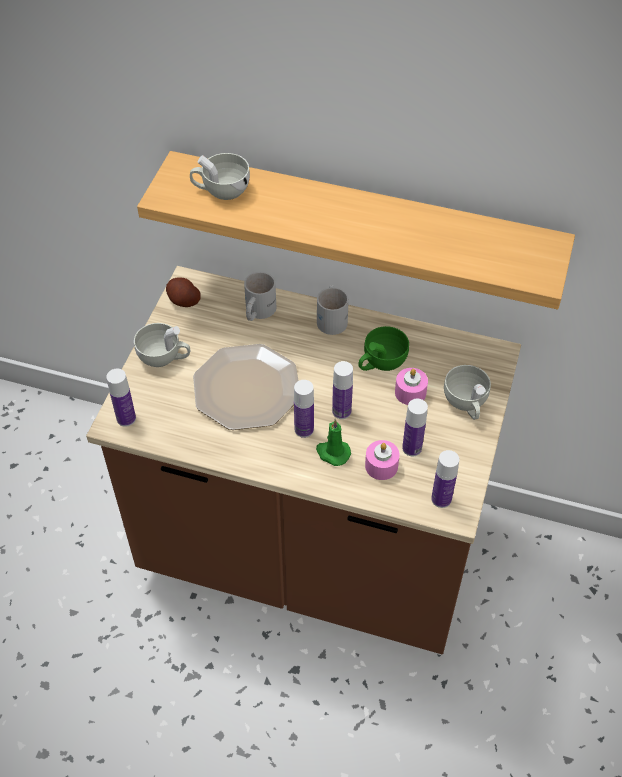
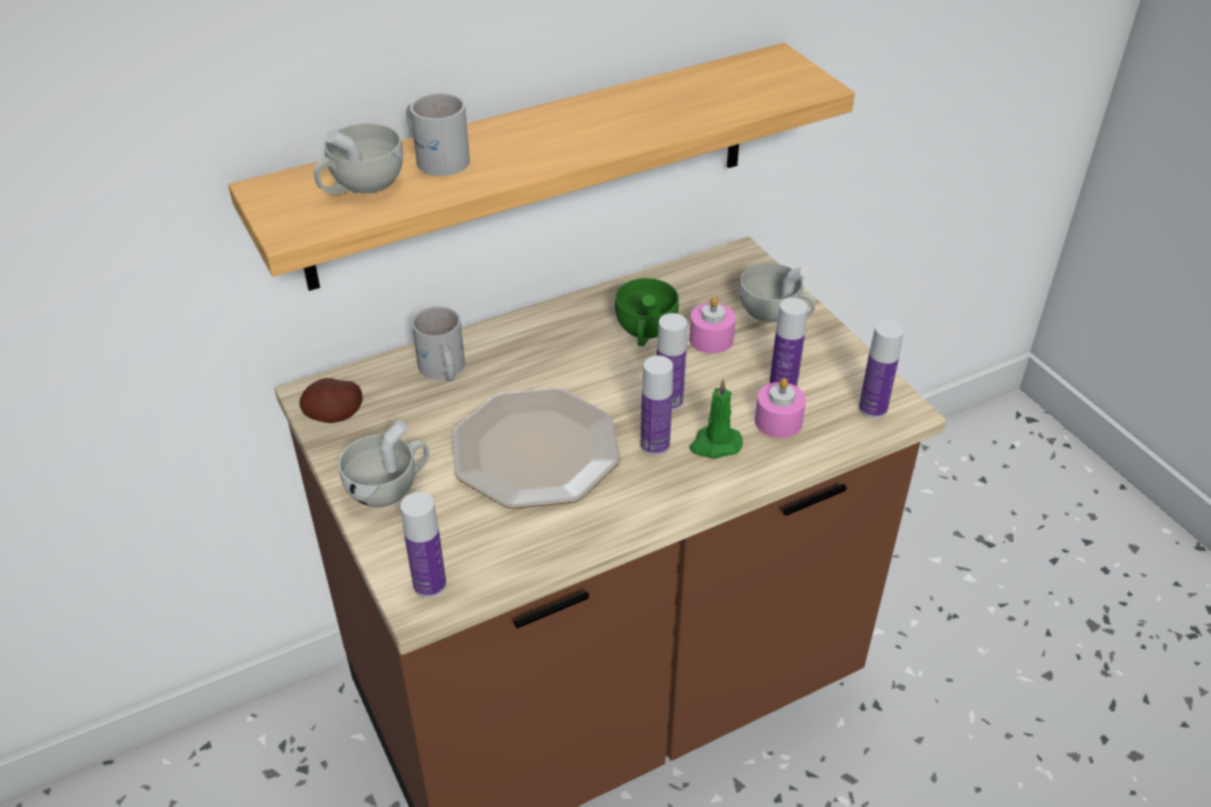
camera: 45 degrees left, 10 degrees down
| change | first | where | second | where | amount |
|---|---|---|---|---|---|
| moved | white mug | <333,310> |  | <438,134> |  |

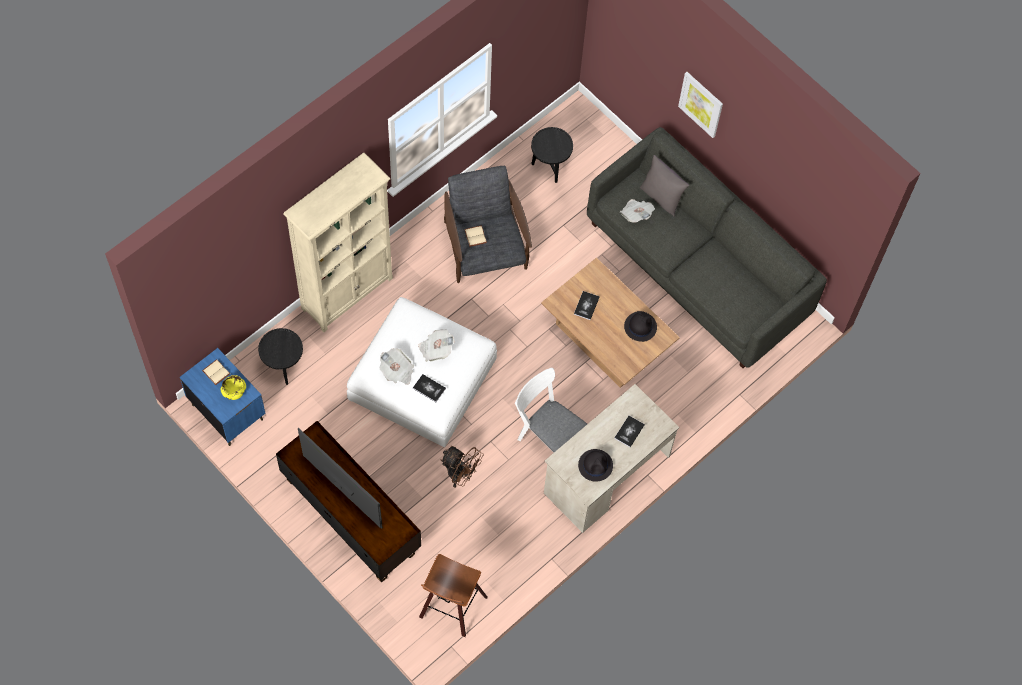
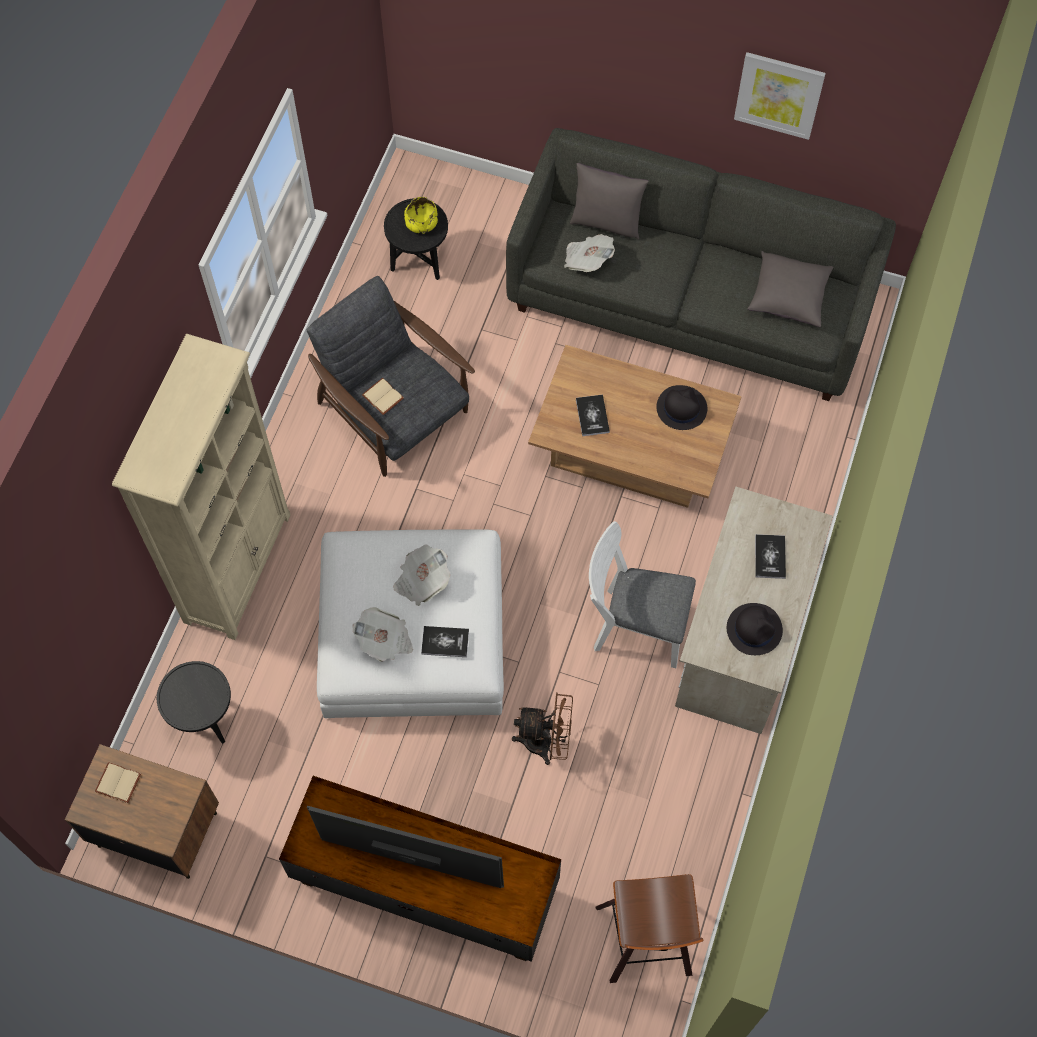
camera: 25 degrees left, 0 degrees up
| change | first | where | second | where | amount |
|---|---|---|---|---|---|
| recoloured | blue nightstand | <222,397> | brown nightstand | <142,811> |  |
| moved | yellow bowl | <233,387> |  | <421,215> |  |
| moved | picture | <700,105> |  | <780,96> |  |
| added |  |  | grey pillow | <790,289> |  |

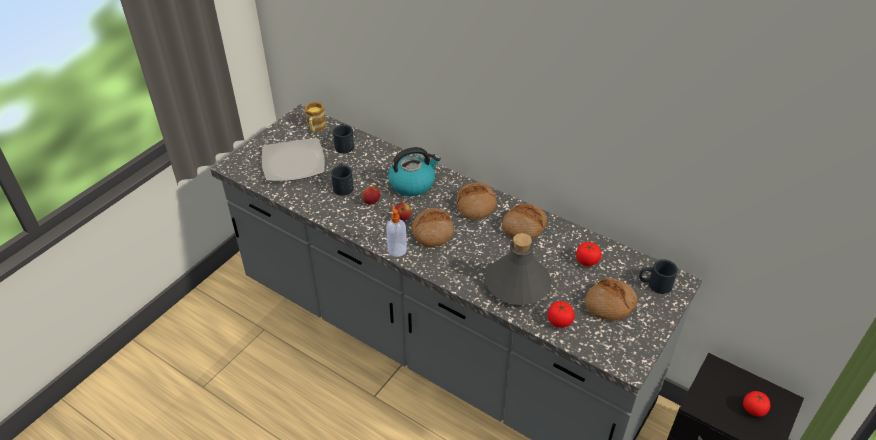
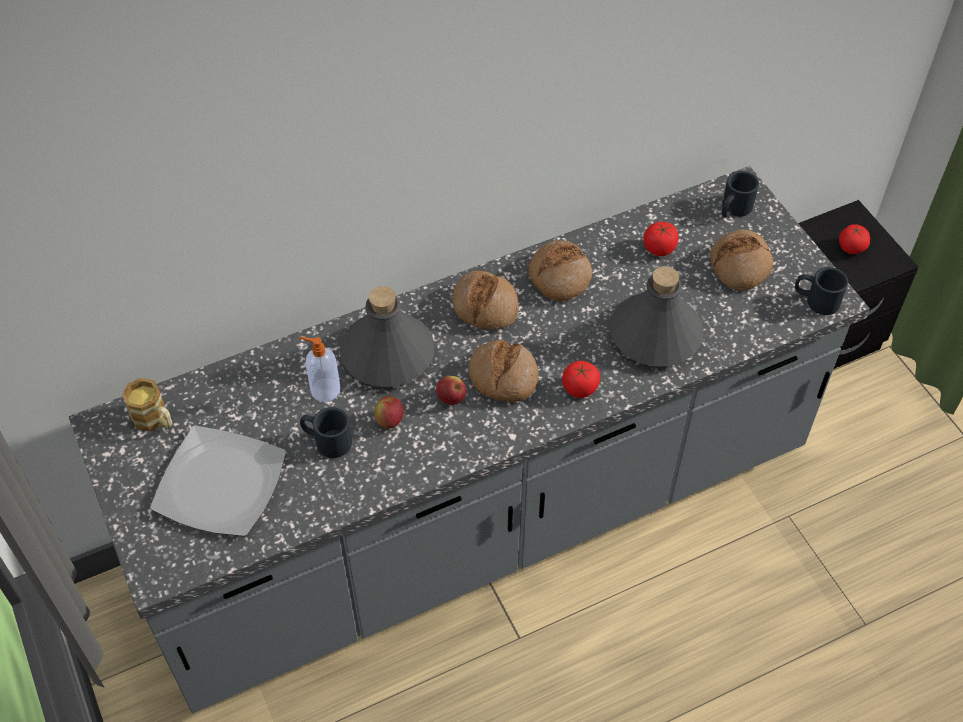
camera: 60 degrees left, 10 degrees up
| change | first | where | second | where | amount |
|---|---|---|---|---|---|
| moved | soap dispenser | <396,230> |  | <319,369> |  |
| replaced | kettle | <414,171> | grey bottle | <387,336> |  |
| moved | tomato | <561,314> |  | <581,379> |  |
| moved | black mug | <343,139> |  | <821,291> |  |

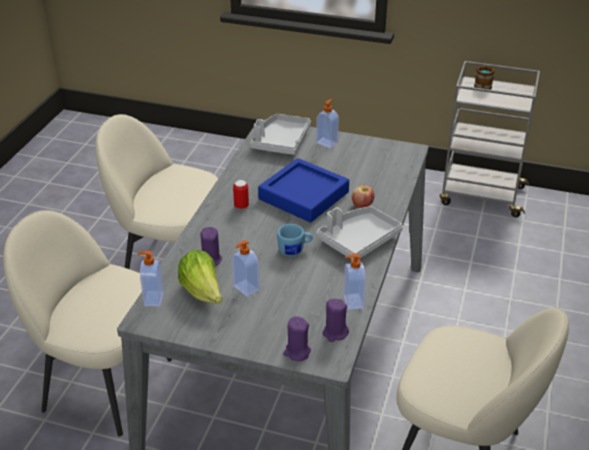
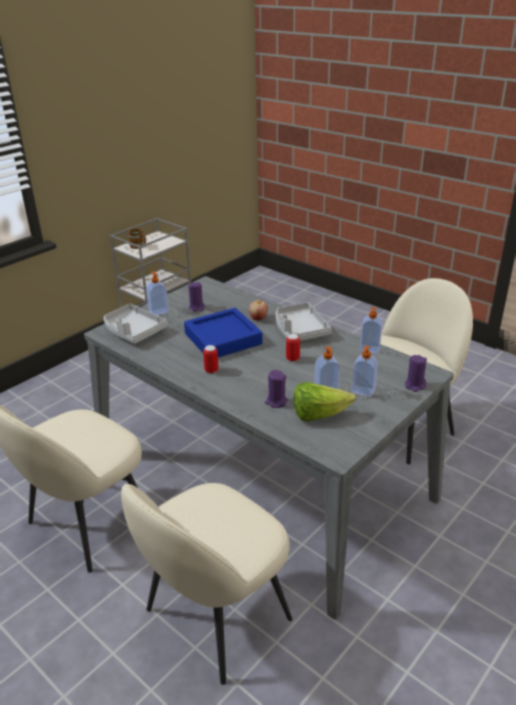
camera: 65 degrees left, 5 degrees down
| change | first | where | second | where | amount |
|---|---|---|---|---|---|
| moved | purple candle | <336,320> |  | <196,297> |  |
| replaced | blue mug | <295,240> | can | <293,348> |  |
| moved | soap dispenser | <150,278> |  | <364,371> |  |

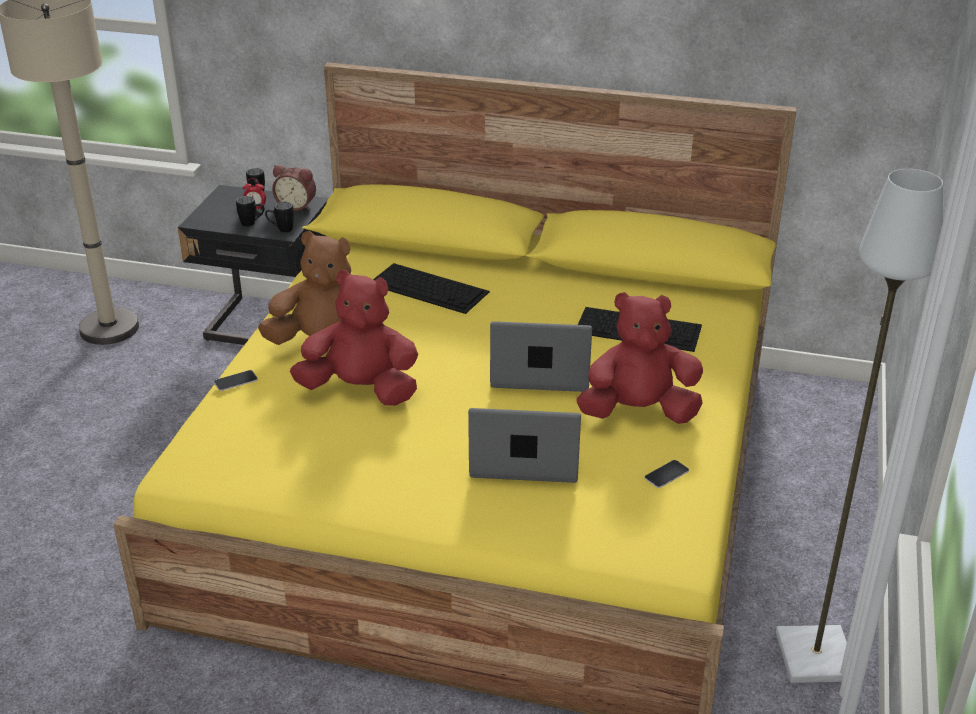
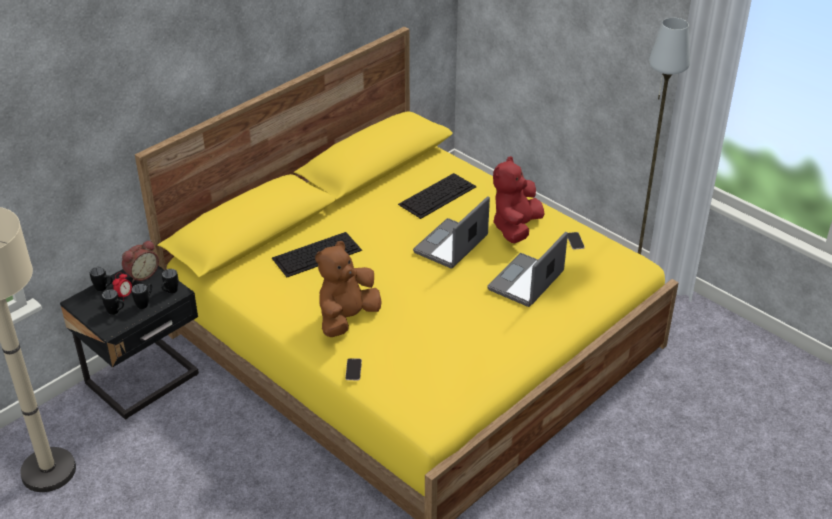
camera: 60 degrees left, 5 degrees up
| change | first | where | second | where | amount |
|---|---|---|---|---|---|
| added |  |  | black mug | <113,302> |  |
| removed | red plush toy | <354,338> |  |  |  |

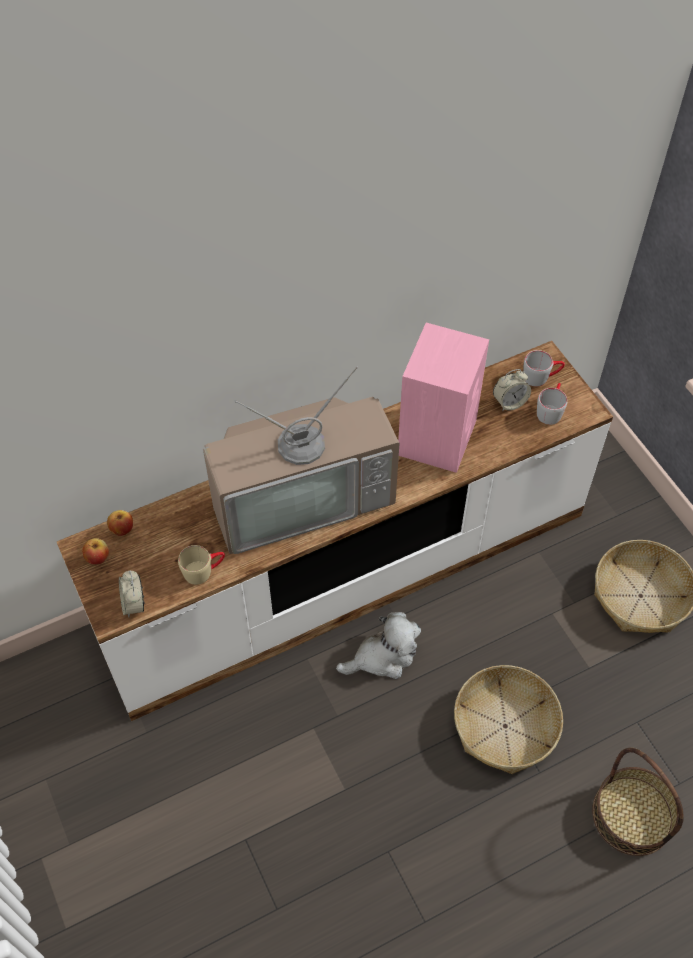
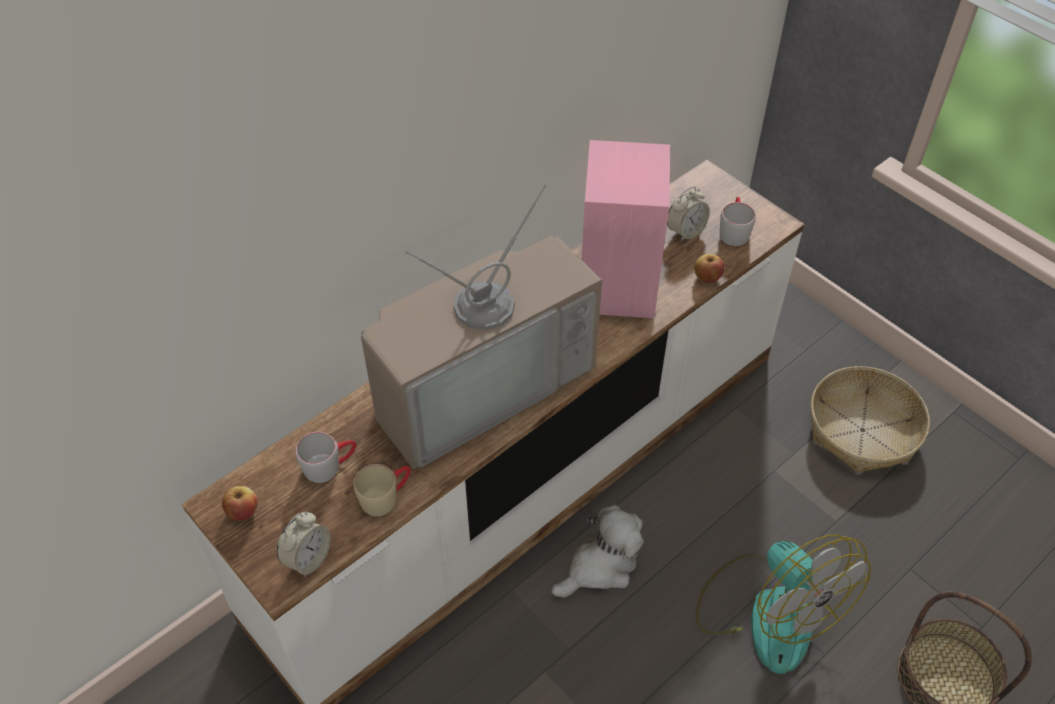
camera: 15 degrees left, 5 degrees down
| change | first | where | second | where | amount |
|---|---|---|---|---|---|
| turned | alarm clock | <132,594> |  | <304,544> | 120 degrees counterclockwise |
| moved | grey mug | <544,368> |  | <325,457> |  |
| moved | apple | <120,523> |  | <709,268> |  |
| replaced | basket | <508,719> | fan | <783,604> |  |

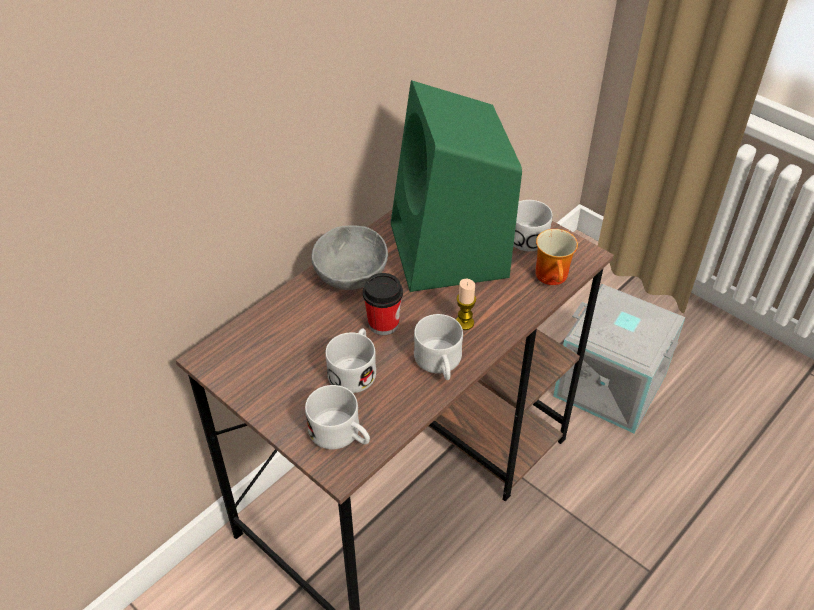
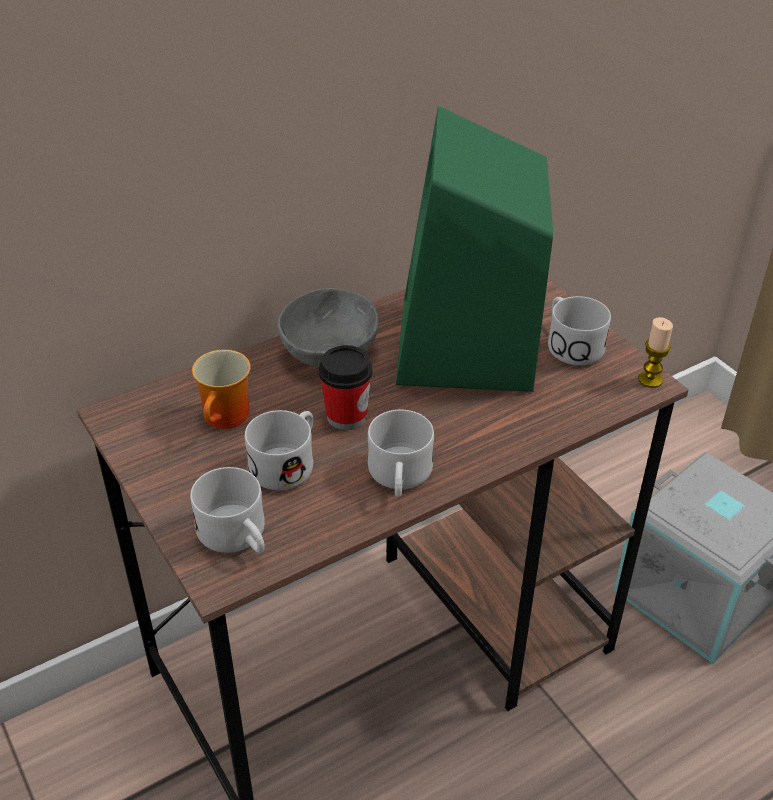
camera: 15 degrees right, 5 degrees down
| change | first | where | second | where | amount |
|---|---|---|---|---|---|
| moved | mug | <556,257> |  | <221,389> |  |
| moved | candle | <466,304> |  | <655,352> |  |

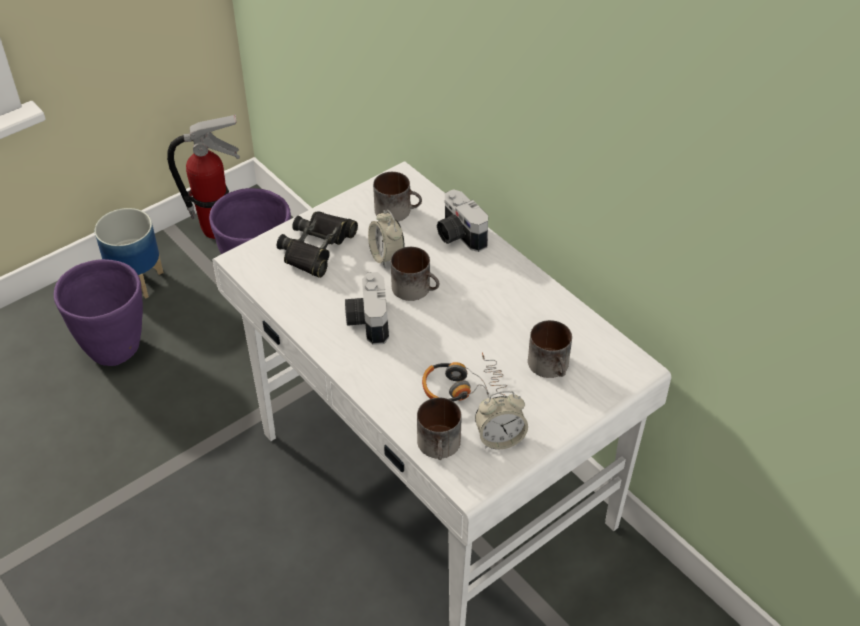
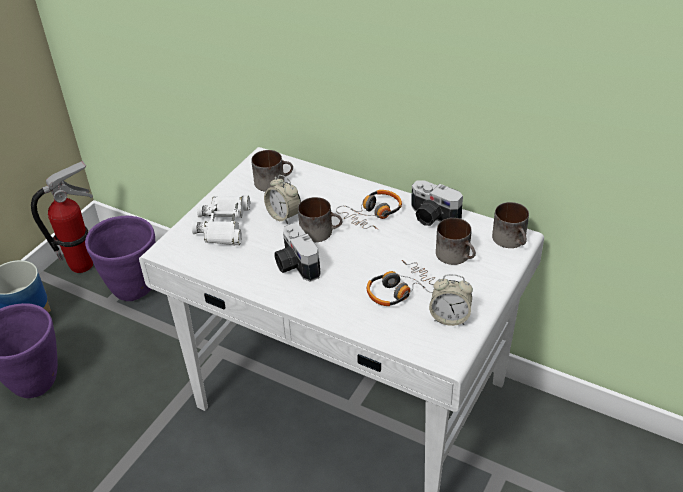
camera: 20 degrees left, 5 degrees down
| change | first | where | second | where | amount |
|---|---|---|---|---|---|
| recoloured | black binoculars | <317,245> | white binoculars | <221,220> |  |
| added |  |  | headphones | <369,209> |  |
| moved | photo camera | <462,220> |  | <437,203> |  |
| turned | alarm clock | <501,420> |  | <451,300> | 45 degrees clockwise |
| moved | mug | <439,428> |  | <510,225> |  |

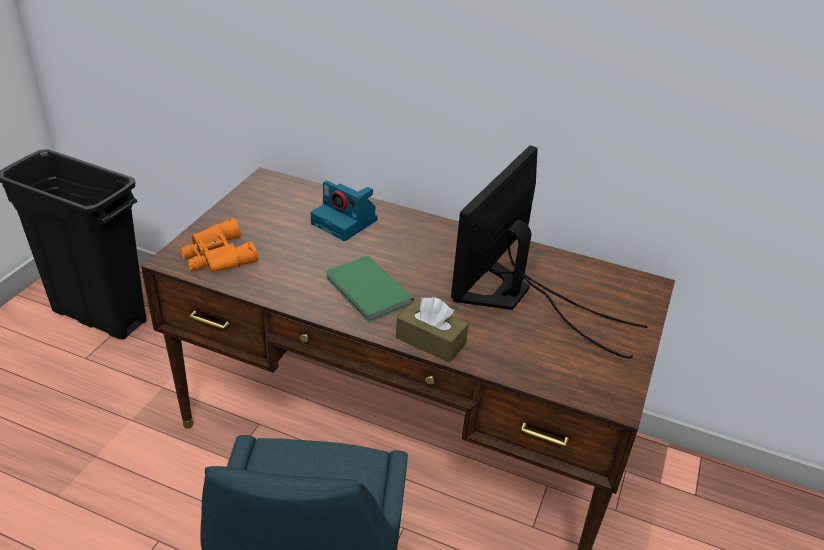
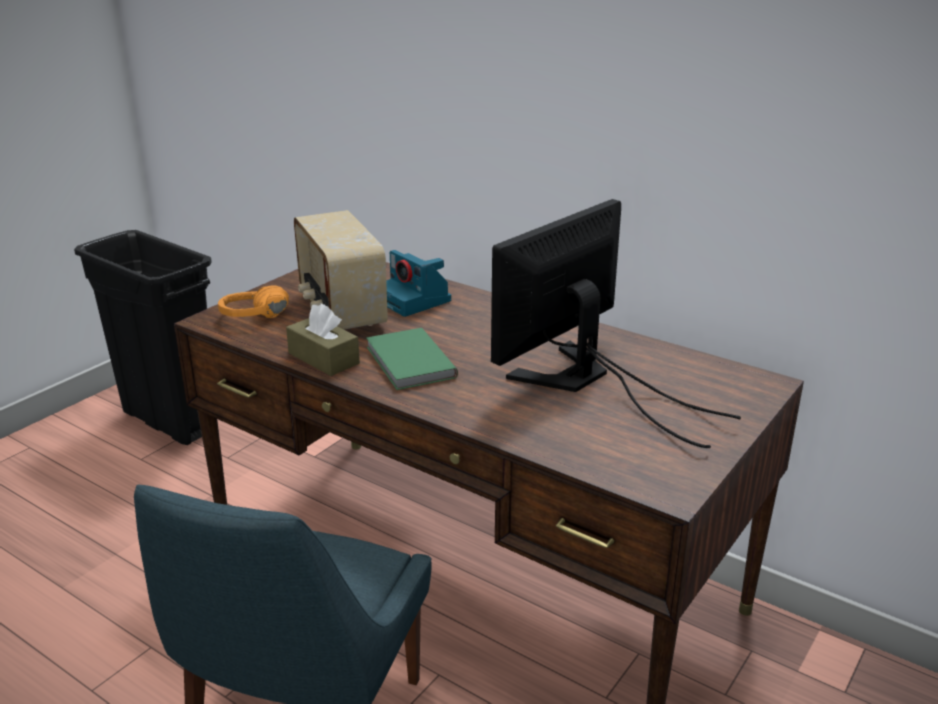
camera: 15 degrees right, 10 degrees down
| change | first | where | second | where | amount |
|---|---|---|---|---|---|
| replaced | orange binoculars | <219,245> | orange headphones | <253,302> |  |
| moved | brown tissue box | <432,330> |  | <323,339> |  |
| added |  |  | radio | <341,270> |  |

